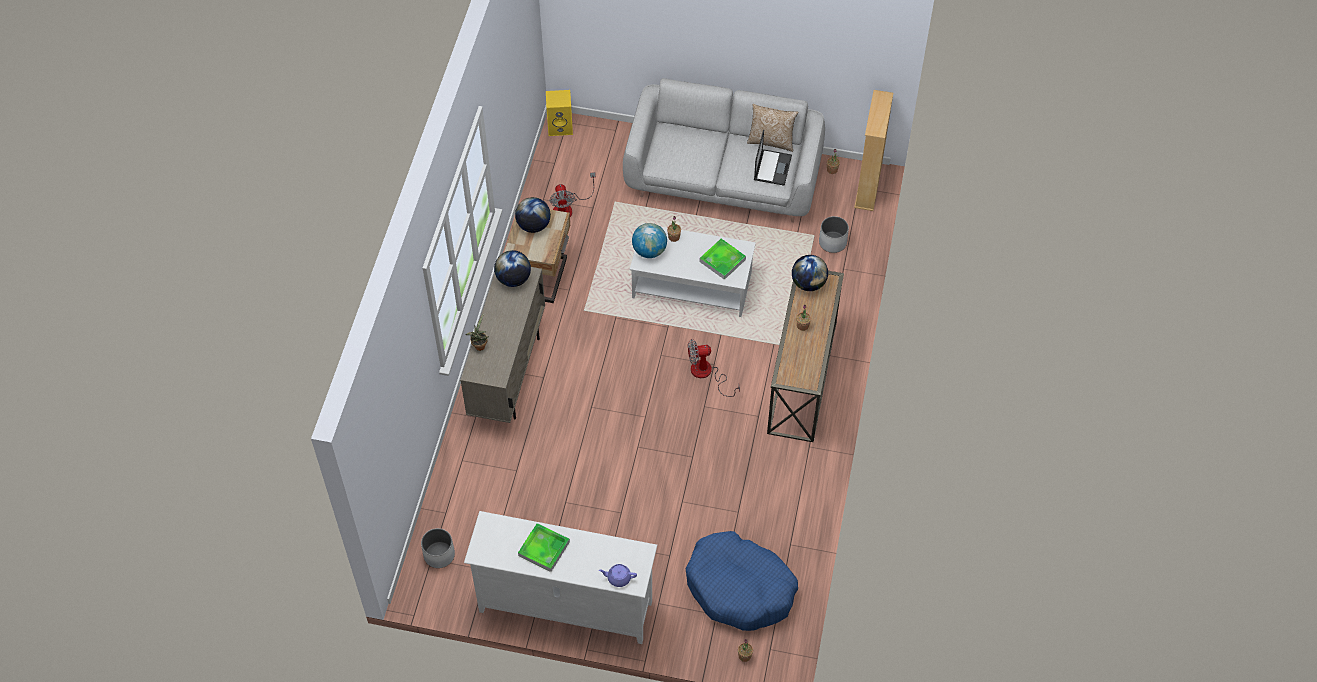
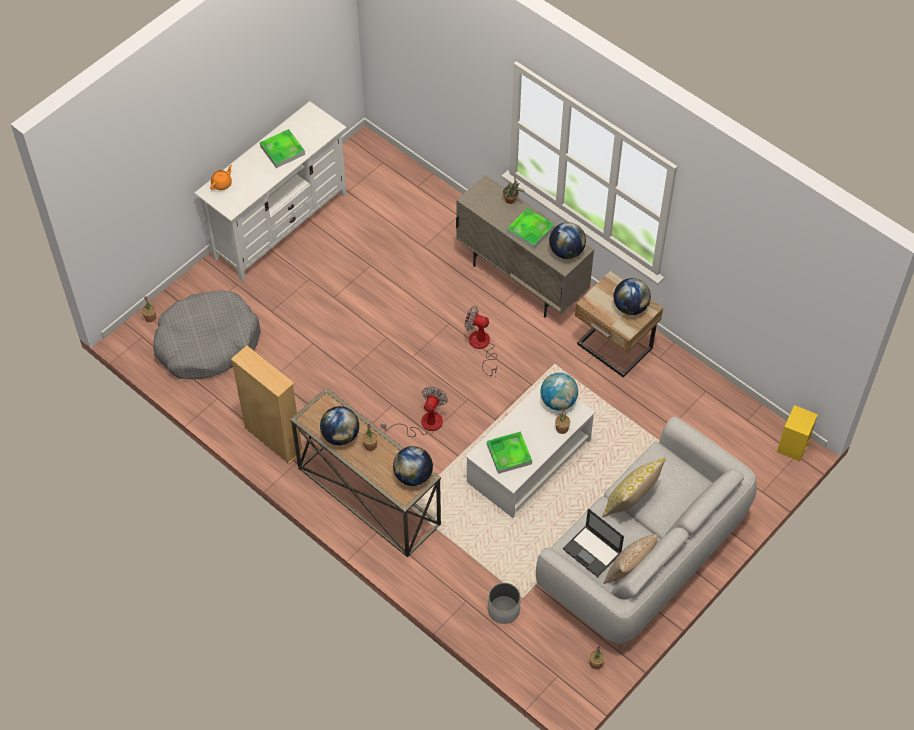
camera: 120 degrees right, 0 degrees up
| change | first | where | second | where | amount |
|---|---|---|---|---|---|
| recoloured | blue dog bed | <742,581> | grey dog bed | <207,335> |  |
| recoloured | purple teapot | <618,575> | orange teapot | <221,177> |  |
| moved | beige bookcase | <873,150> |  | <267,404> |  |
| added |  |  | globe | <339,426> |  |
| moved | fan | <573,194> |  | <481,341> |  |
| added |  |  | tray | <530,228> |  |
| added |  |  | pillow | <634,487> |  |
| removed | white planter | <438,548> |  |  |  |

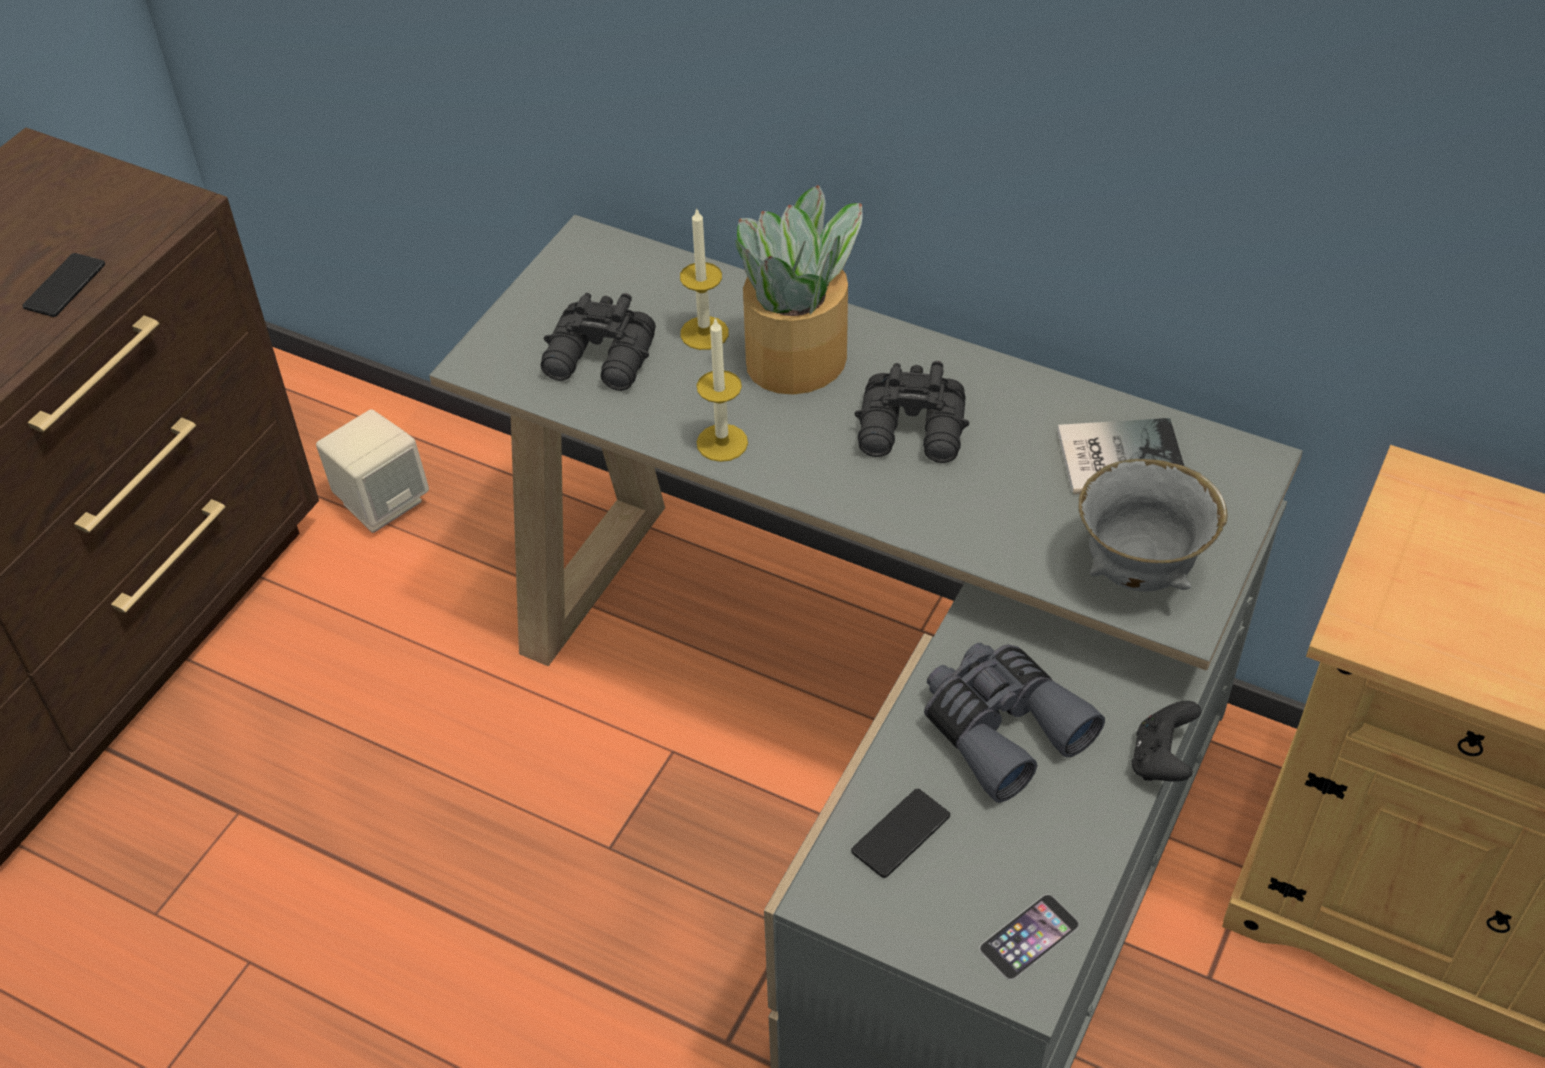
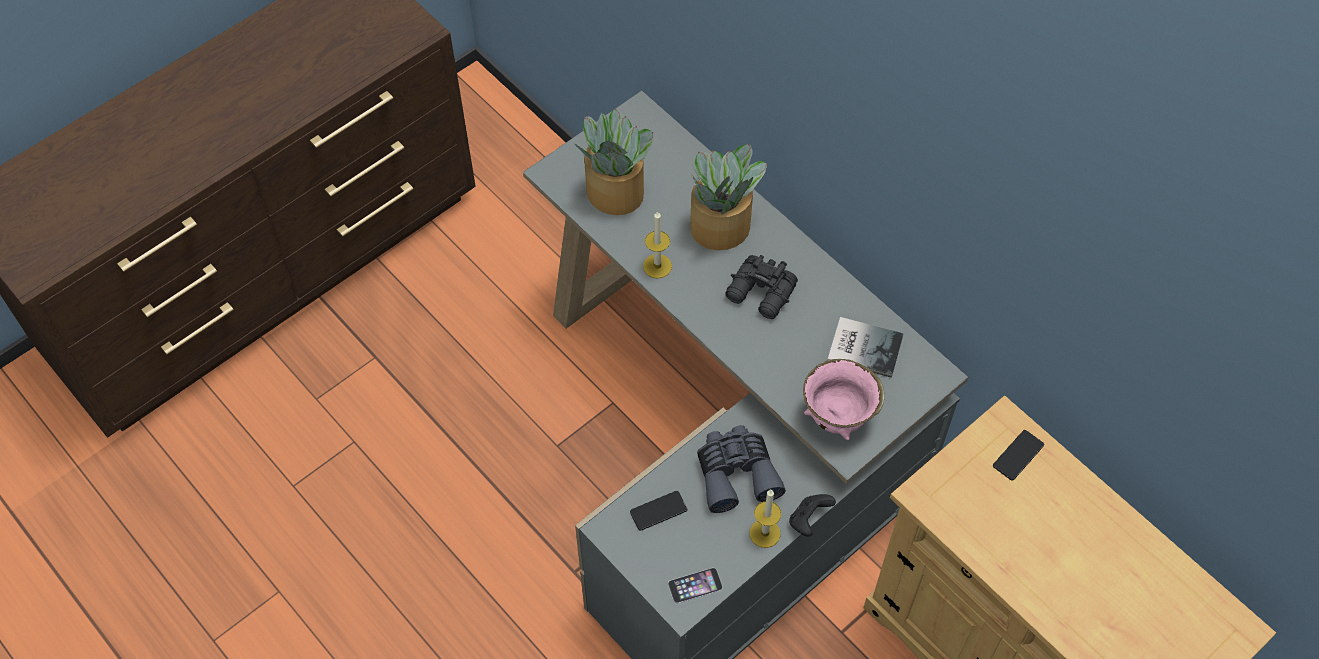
camera: 20 degrees right, 10 degrees up
| change | first | where | second | where | amount |
|---|---|---|---|---|---|
| replaced | black binoculars | <598,342> | potted plant | <614,162> |  |
| moved | candle | <704,278> |  | <765,519> |  |
| recoloured | grey bowl | <1153,525> | pink bowl | <844,399> |  |
| moved | phone | <63,285> |  | <1018,455> |  |
| removed | beige speaker | <372,471> |  |  |  |

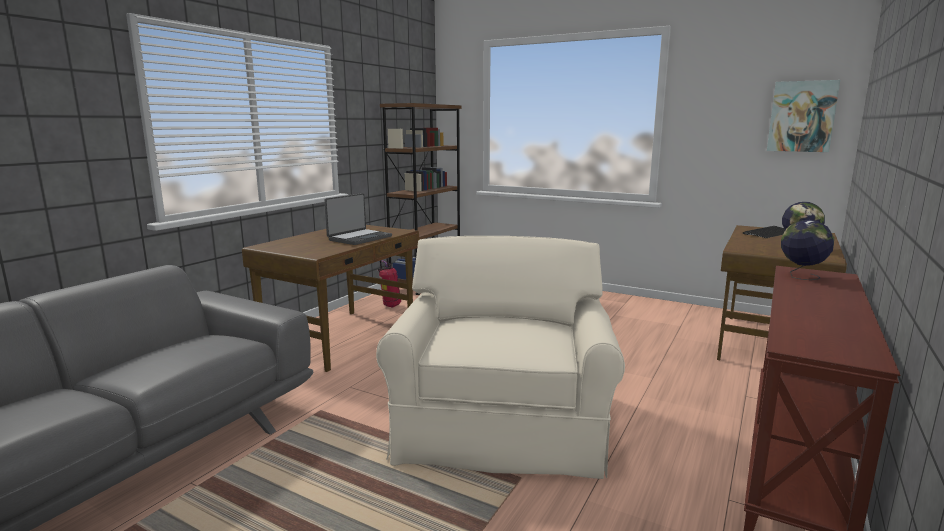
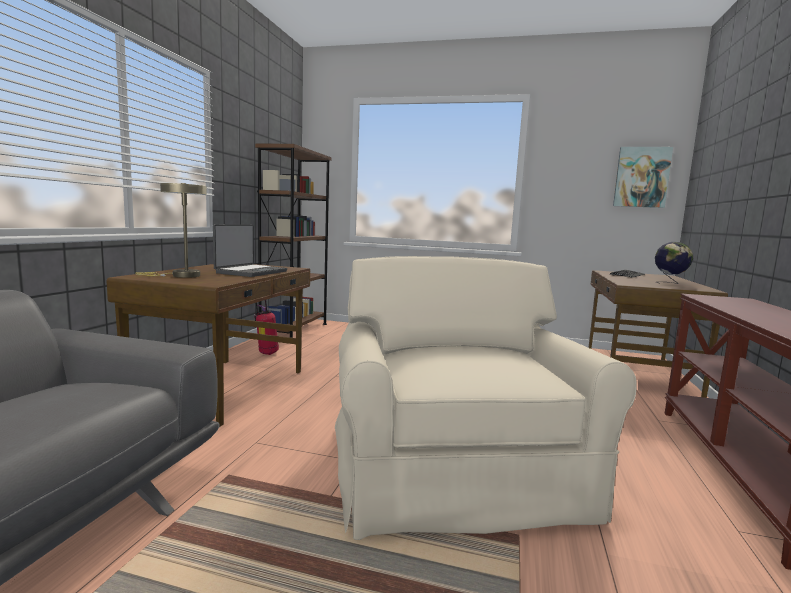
camera: 15 degrees left, 5 degrees down
| change | first | where | second | where | amount |
|---|---|---|---|---|---|
| added |  |  | beige table lamp | <171,230> |  |
| removed | globe | <807,250> |  |  |  |

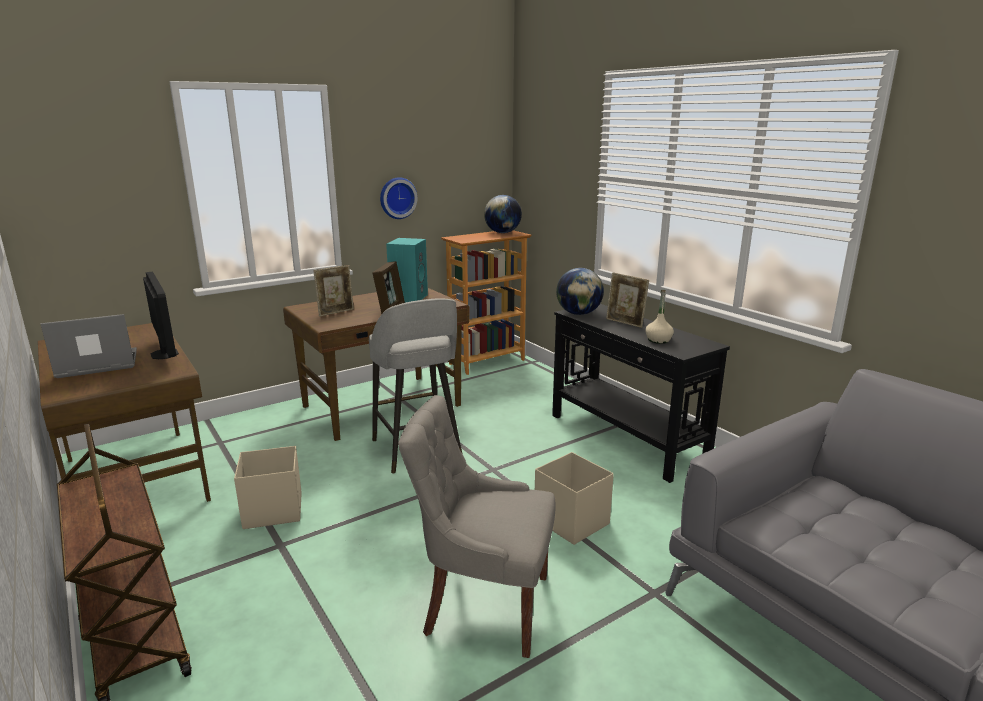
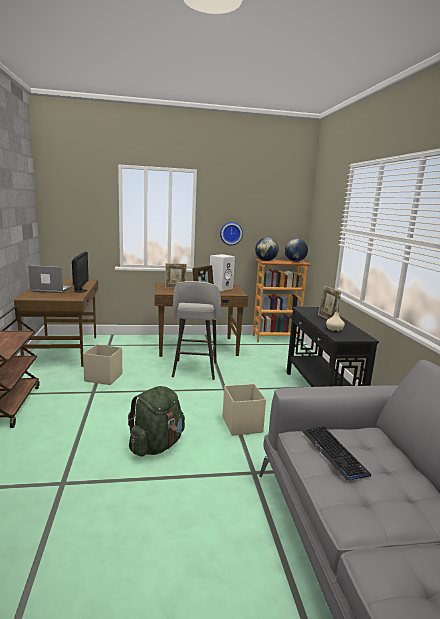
camera: 25 degrees right, 5 degrees down
| change | first | where | second | where | amount |
|---|---|---|---|---|---|
| replaced | grey chair | <477,526> | green backpack | <156,421> |  |
| recoloured | turquoise speaker | <407,270> | white speaker | <222,272> |  |
| moved | globe | <580,291> |  | <267,249> |  |
| added |  |  | keyboard | <337,453> |  |

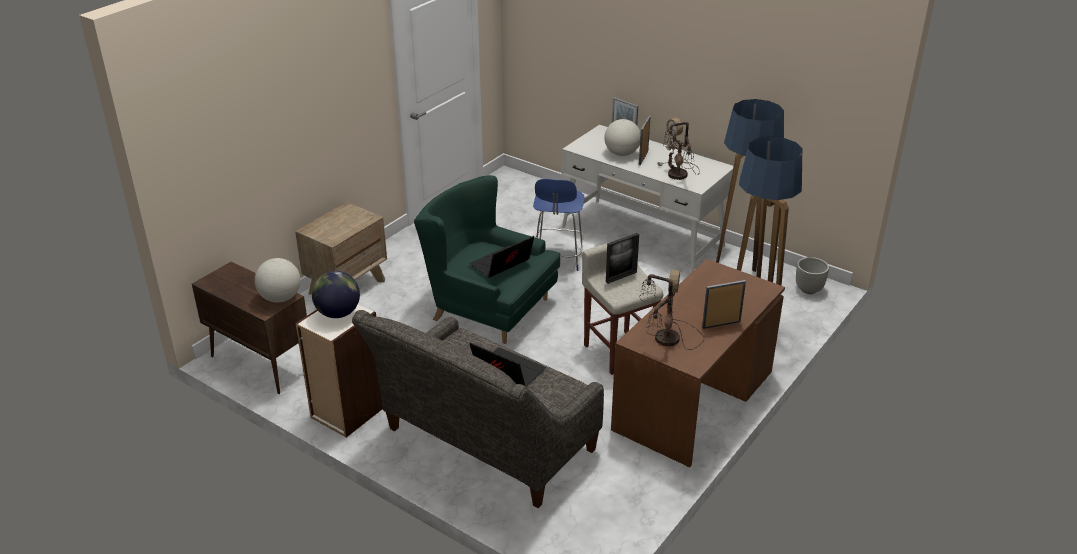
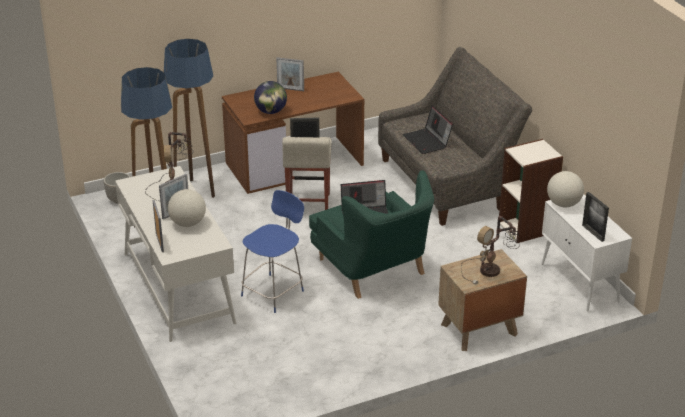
camera: 150 degrees left, 0 degrees up
| change | first | where | second | where | amount |
|---|---|---|---|---|---|
| moved | globe | <336,294> |  | <270,97> |  |
| moved | table lamp | <672,310> |  | <490,250> |  |
| recoloured | brown cabinet | <249,327> | white cabinet | <586,253> |  |
| added |  |  | picture frame | <595,217> |  |

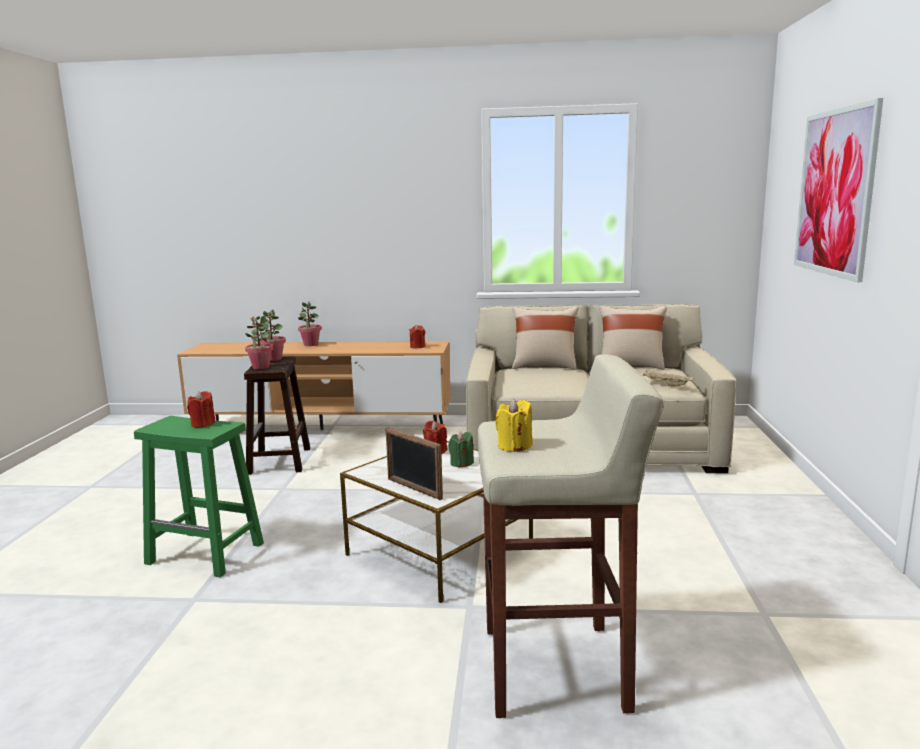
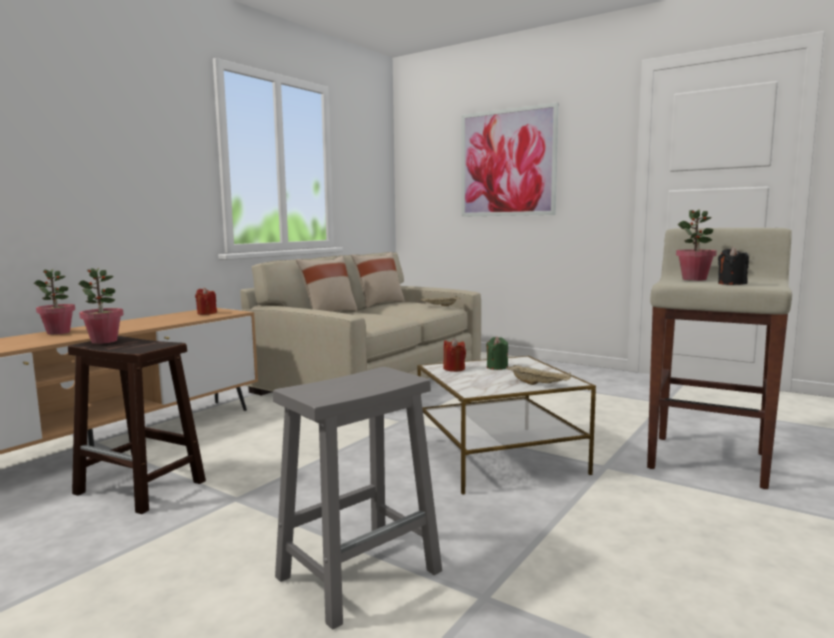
camera: 60 degrees left, 5 degrees down
| change | first | where | second | where | amount |
|---|---|---|---|---|---|
| recoloured | green stool | <199,497> | grey stool | <357,498> |  |
| replaced | picture frame | <414,463> | beige tray | <539,375> |  |
| moved | potted plant | <259,342> |  | <696,245> |  |
| recoloured | yellow candle | <514,425> | black candle | <733,266> |  |
| removed | red candle | <201,409> |  |  |  |

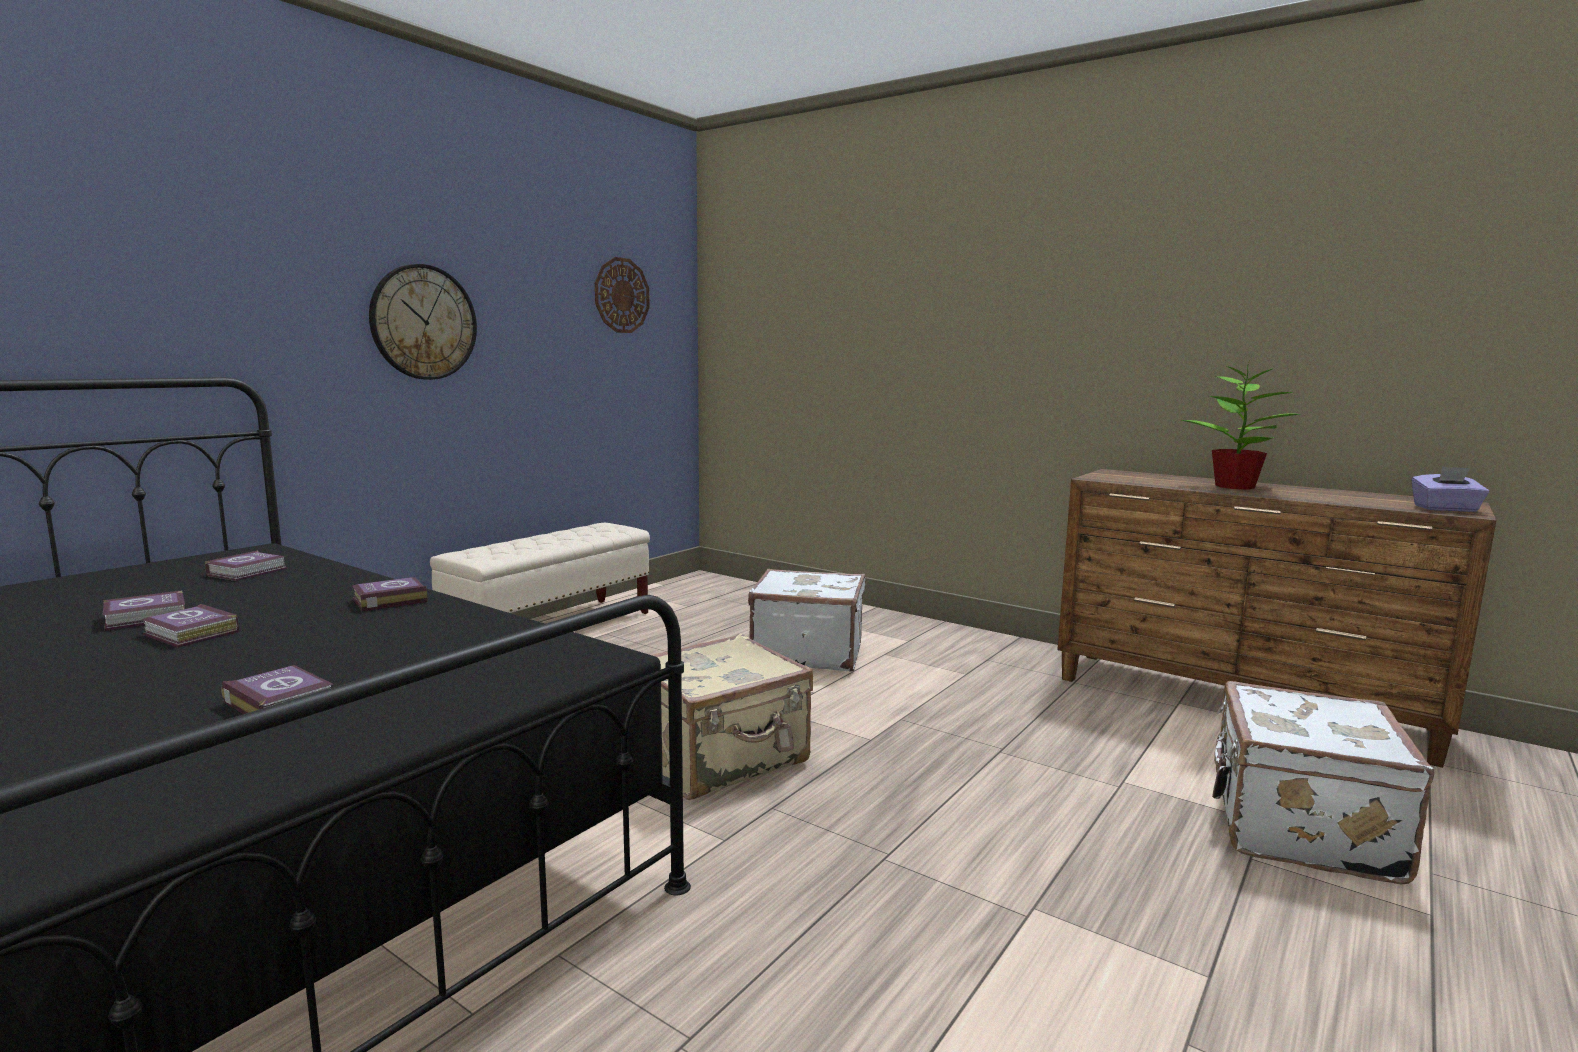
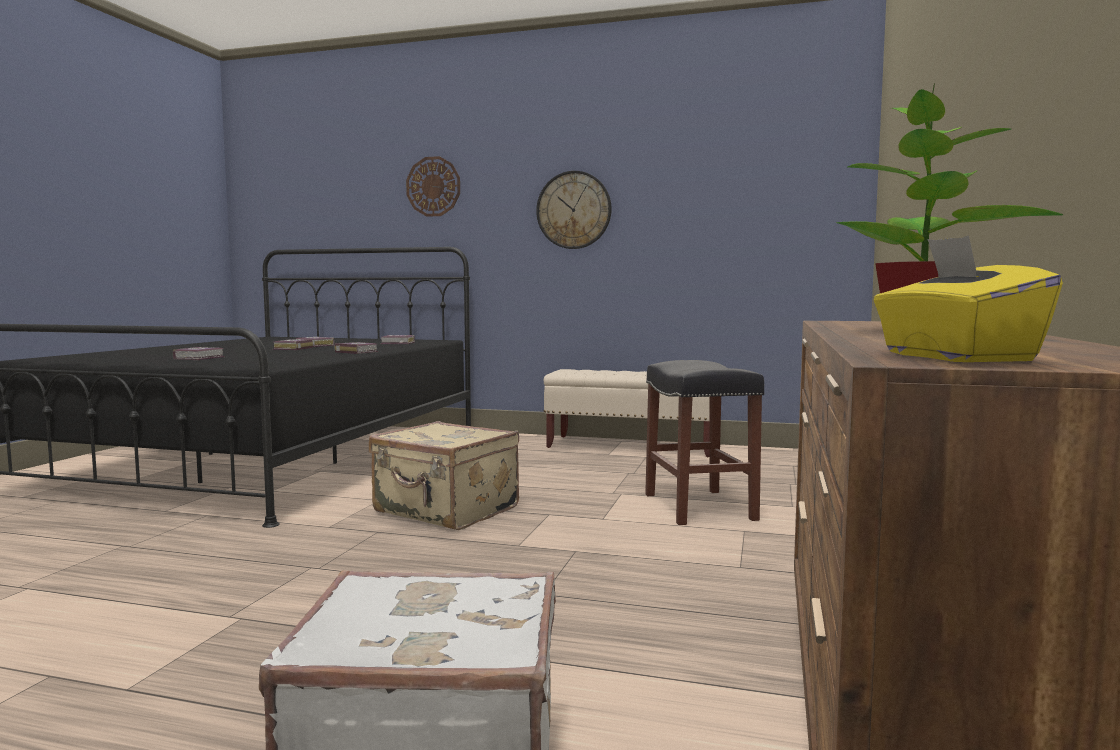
camera: 70 degrees right, 5 degrees down
| change | first | where | second | where | amount |
|---|---|---|---|---|---|
| moved | wall clock | <622,295> |  | <433,186> |  |
| replaced | white suitcase | <807,620> | black stool | <705,442> |  |
| recoloured | purple tissue box | <1450,489> | yellow tissue box | <968,298> |  |

